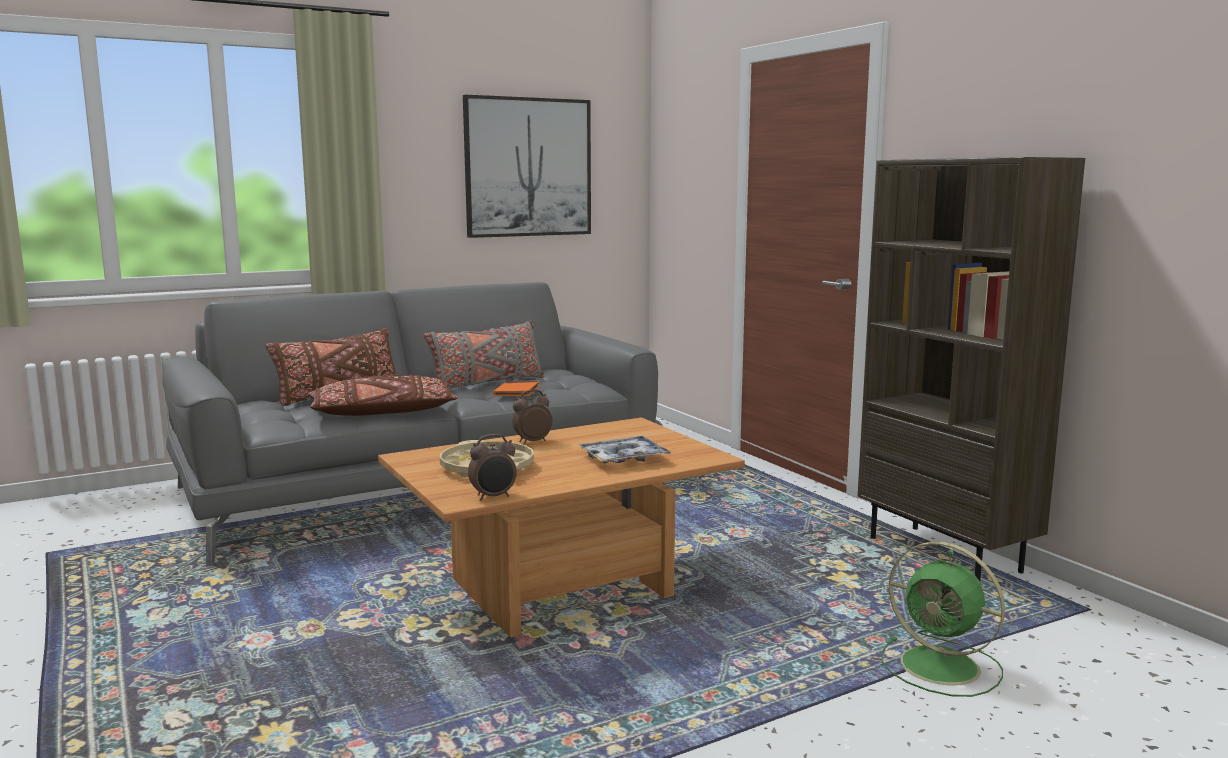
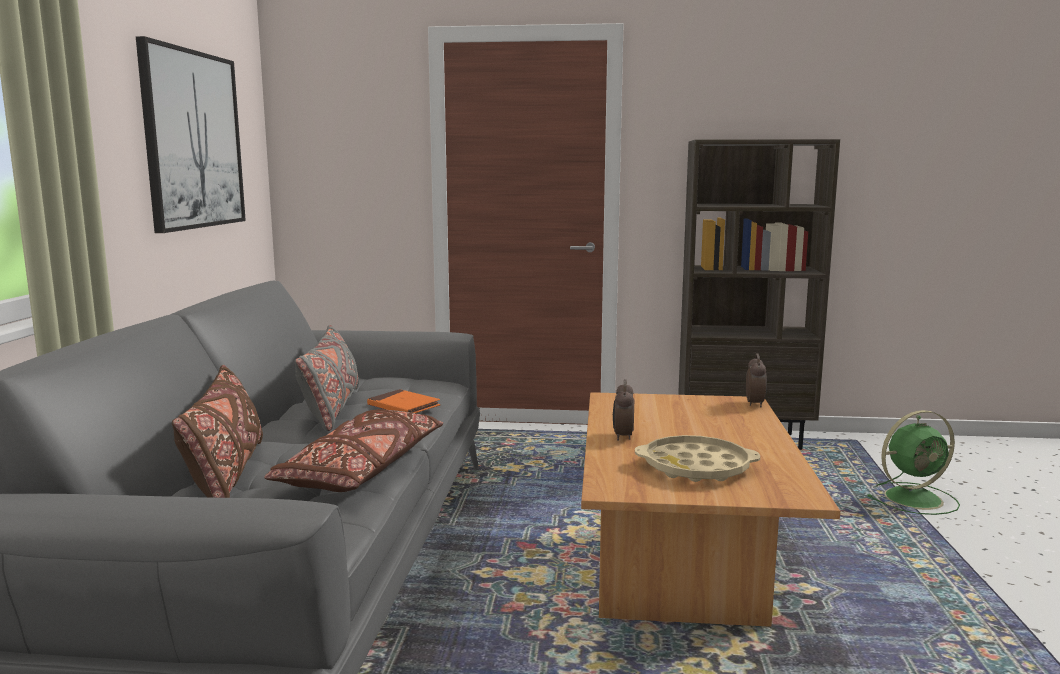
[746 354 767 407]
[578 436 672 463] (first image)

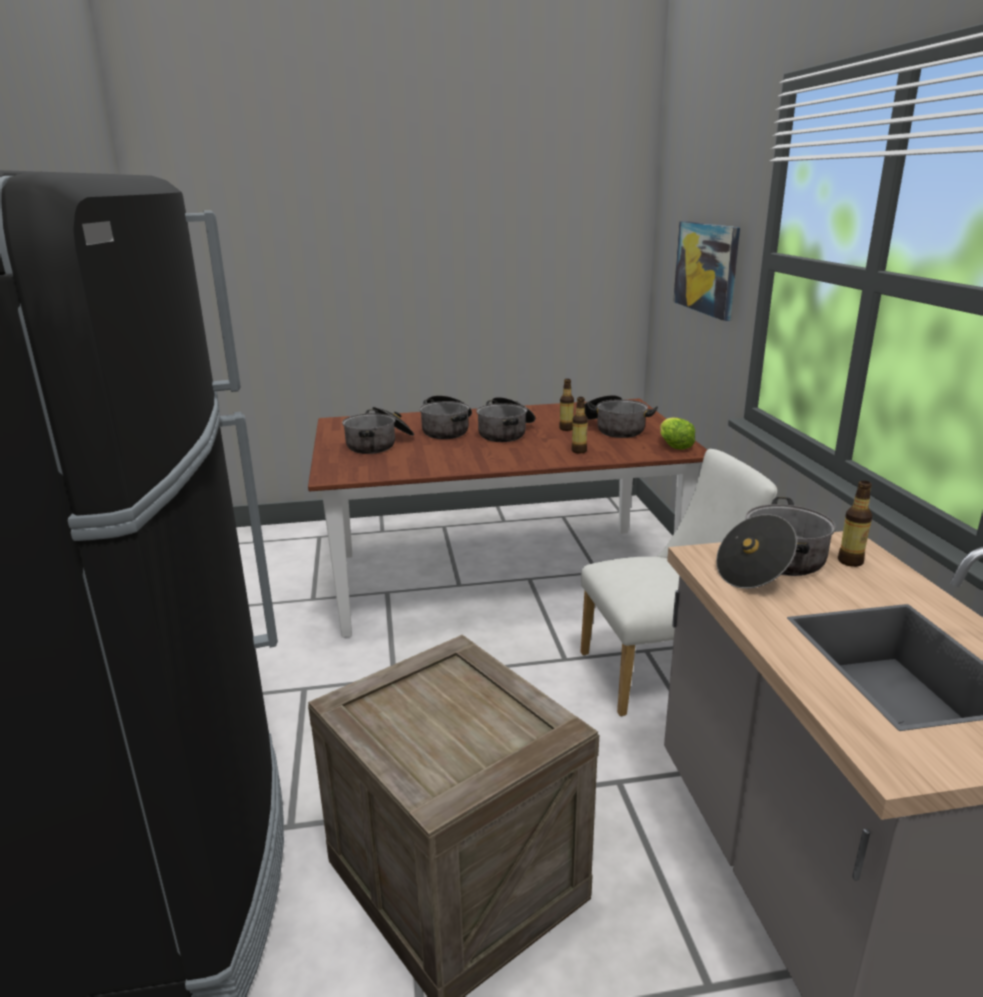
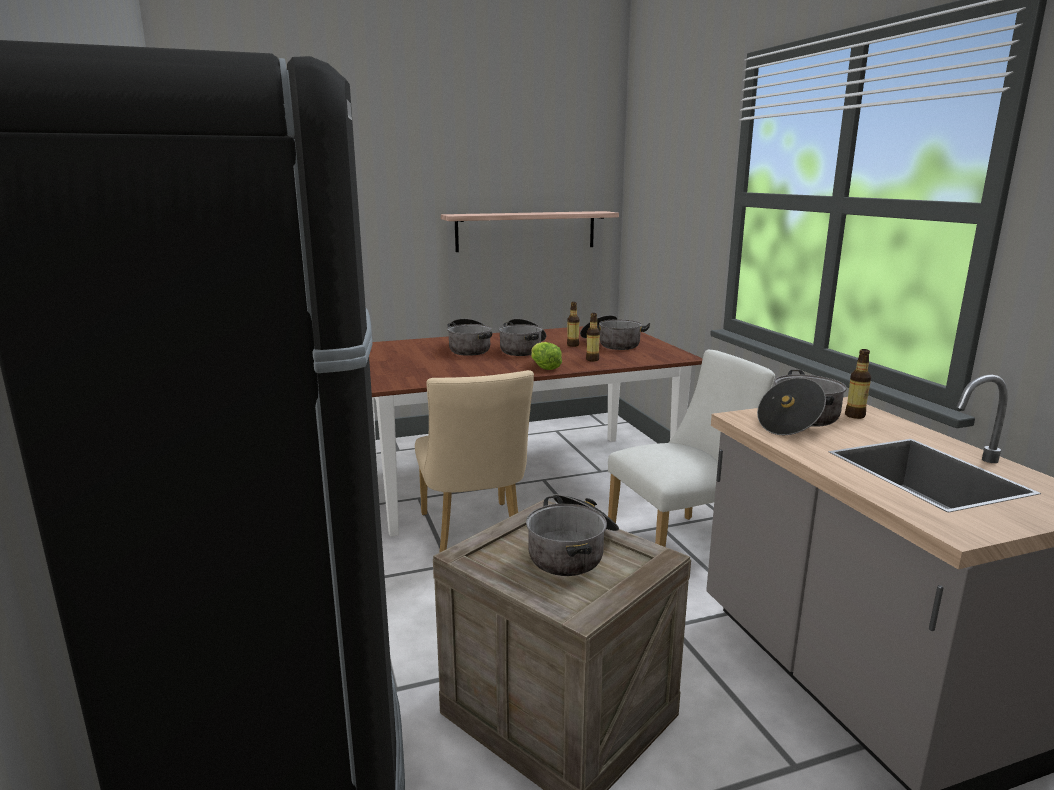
[415 370 534 553]
[441 211 619 252]
[526 494 619 576]
[531 342 562 370]
[673 221 740 321] (first image)

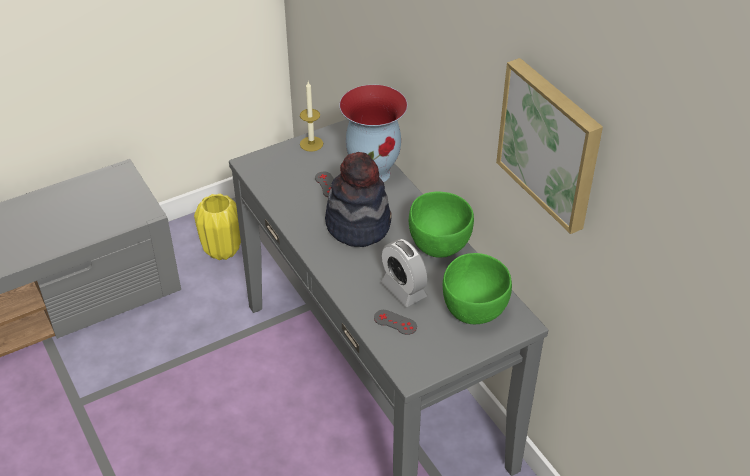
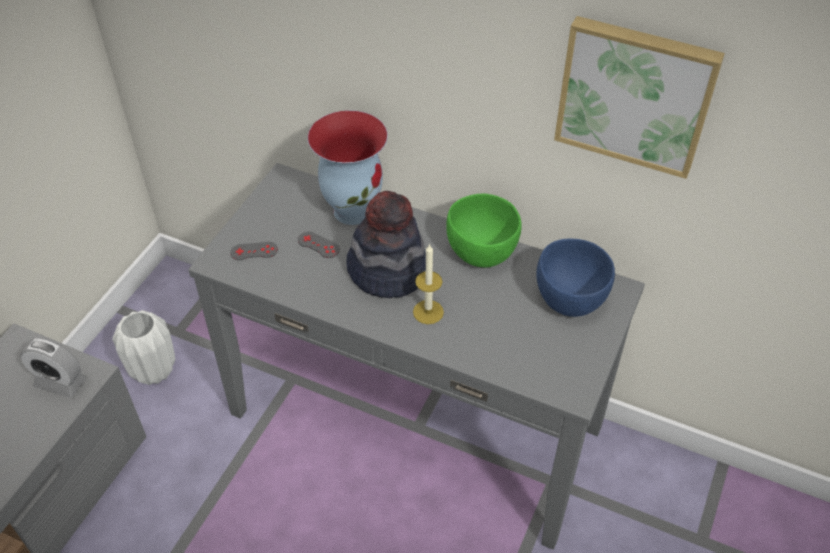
[20 338 87 398]
[112 310 175 385]
[230 242 278 260]
[413 244 444 324]
[537 238 615 317]

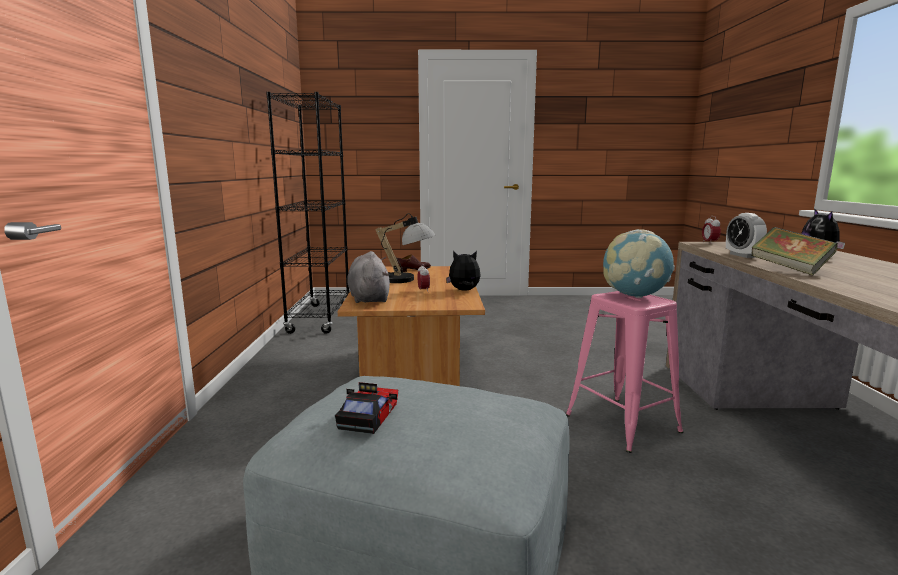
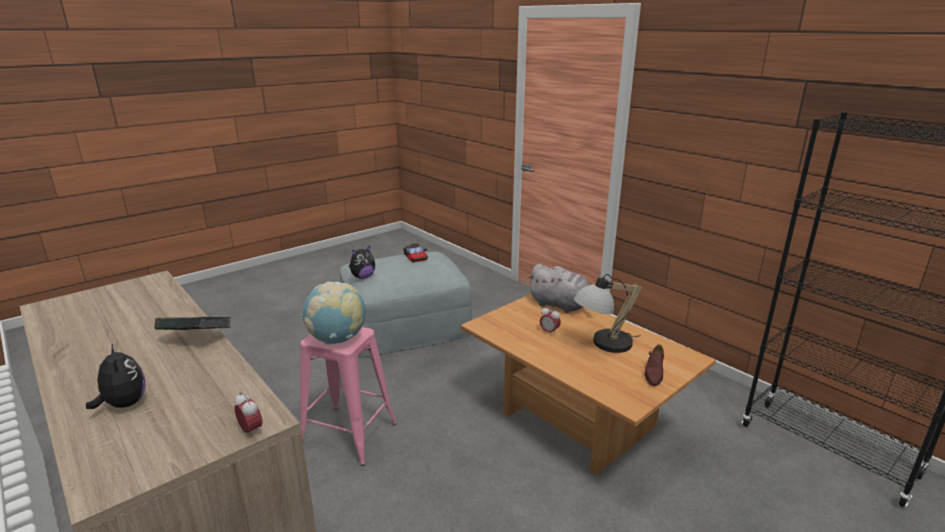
[349 246 375 279]
[726 213 767 258] (first image)

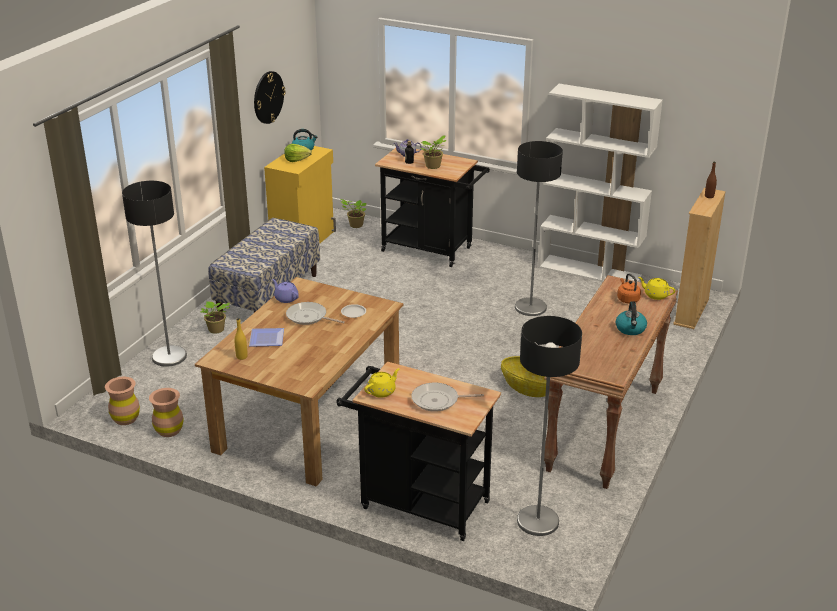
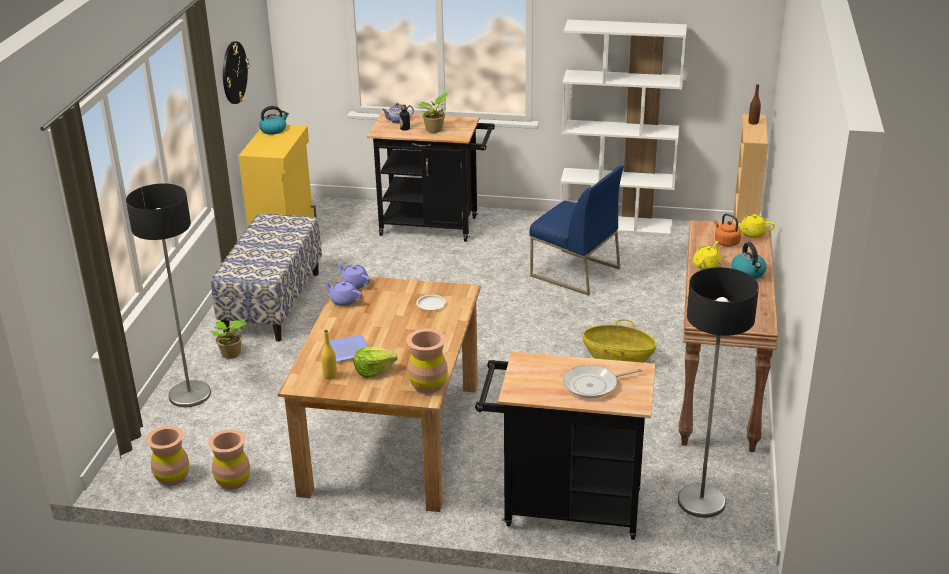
[337 263 370 289]
[354 347 397 378]
[406 329 448 393]
[530 165 624 295]
[693 241 722 270]
[286 302 345 325] (first image)
[340 199 367 228] (first image)

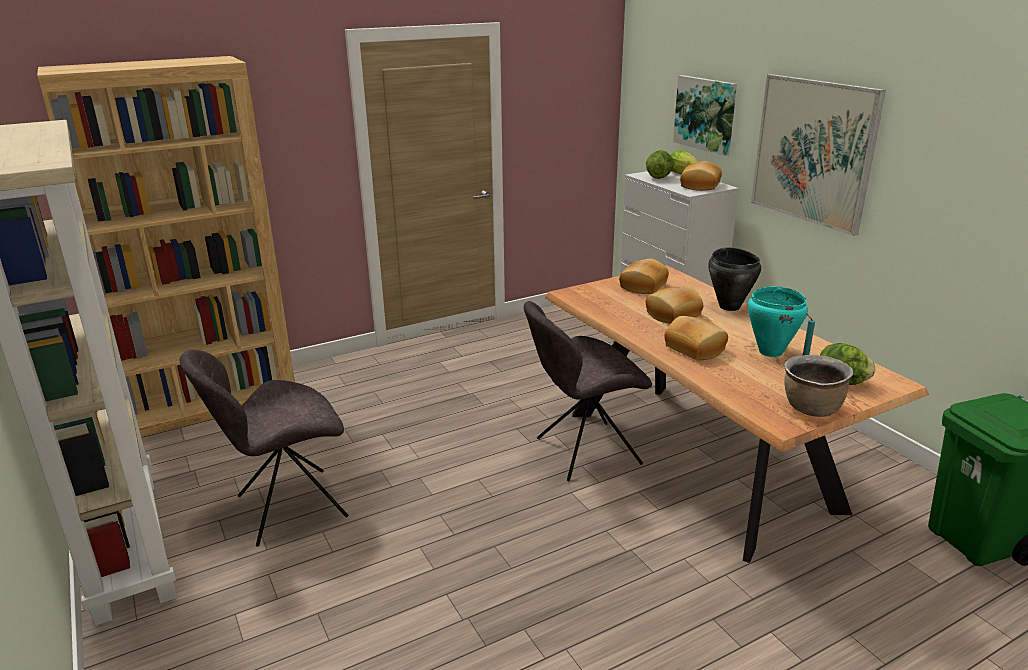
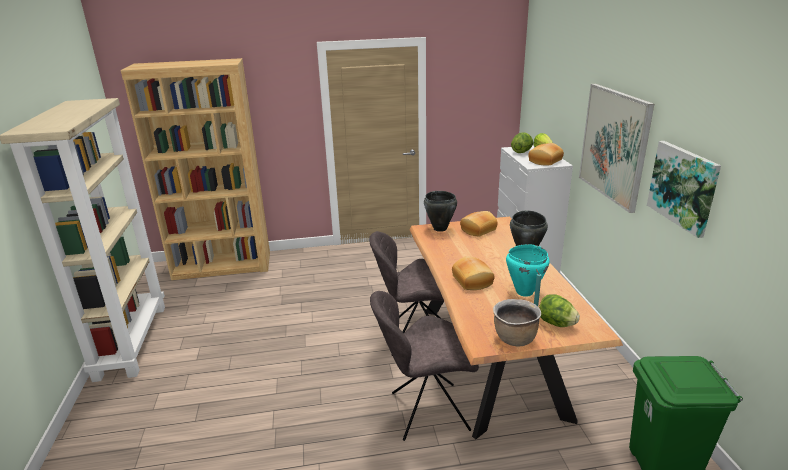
[370 291 479 441]
[424 191 457 232]
[647 141 721 238]
[646 286 703 324] (first image)

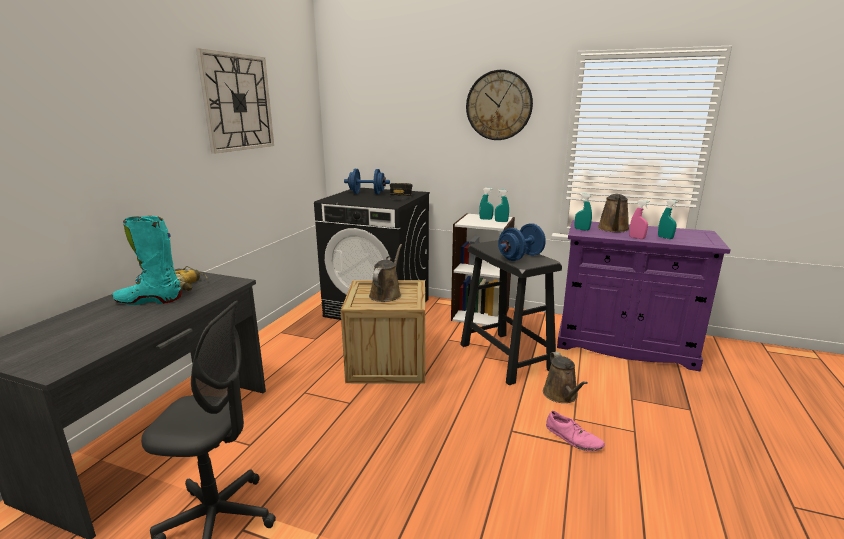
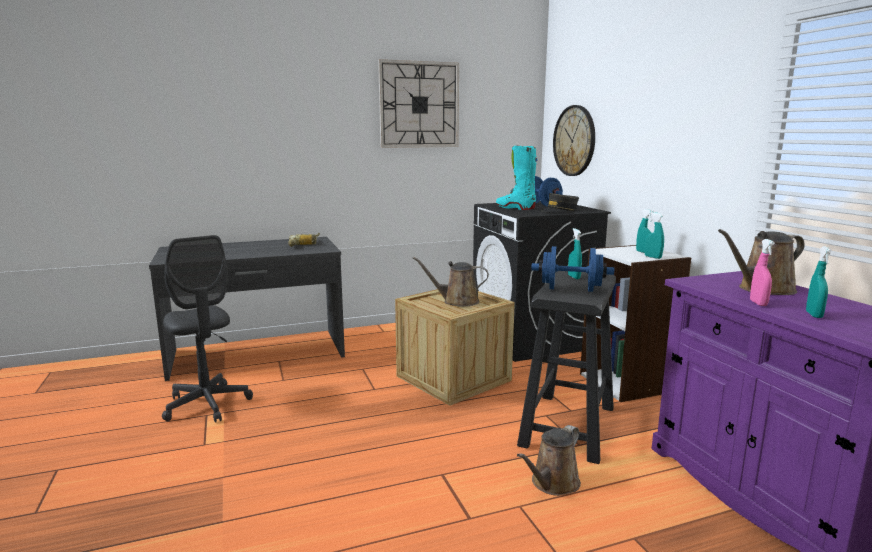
[413 257 489 307]
[496 146 538 210]
[553 105 595 176]
[568 228 582 279]
[546 411 605 451] (first image)

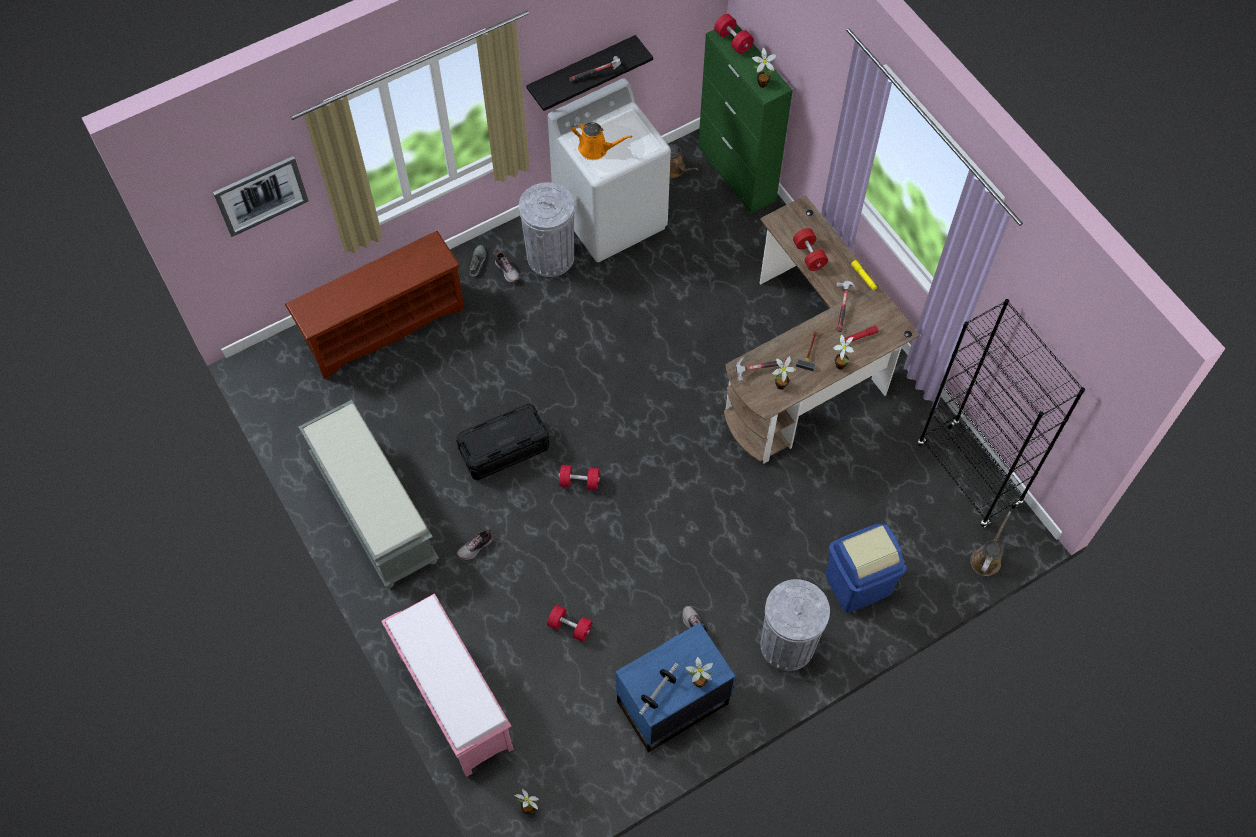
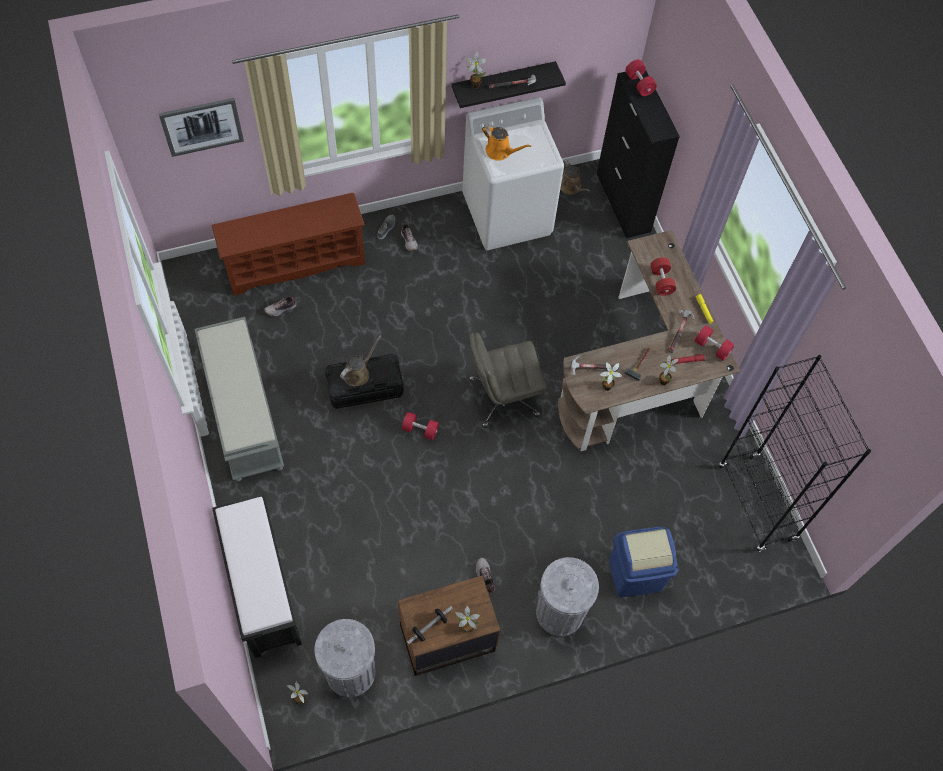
[212 495 302 658]
[264 296 297 317]
[314 619 376 697]
[340 335 381 386]
[398 575 500 676]
[466 52 487 88]
[469 332 547 428]
[597 71 680 238]
[695 325 735 360]

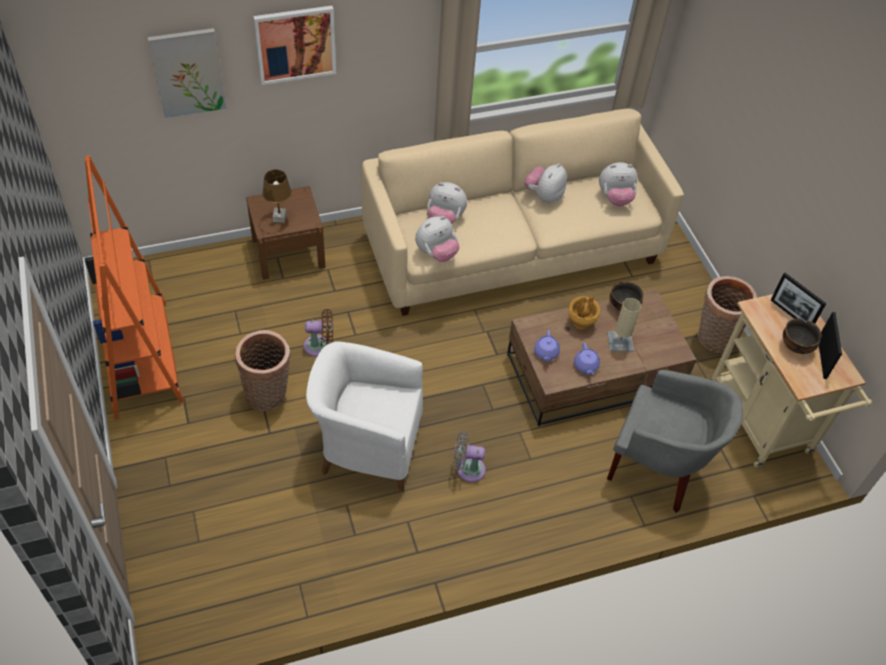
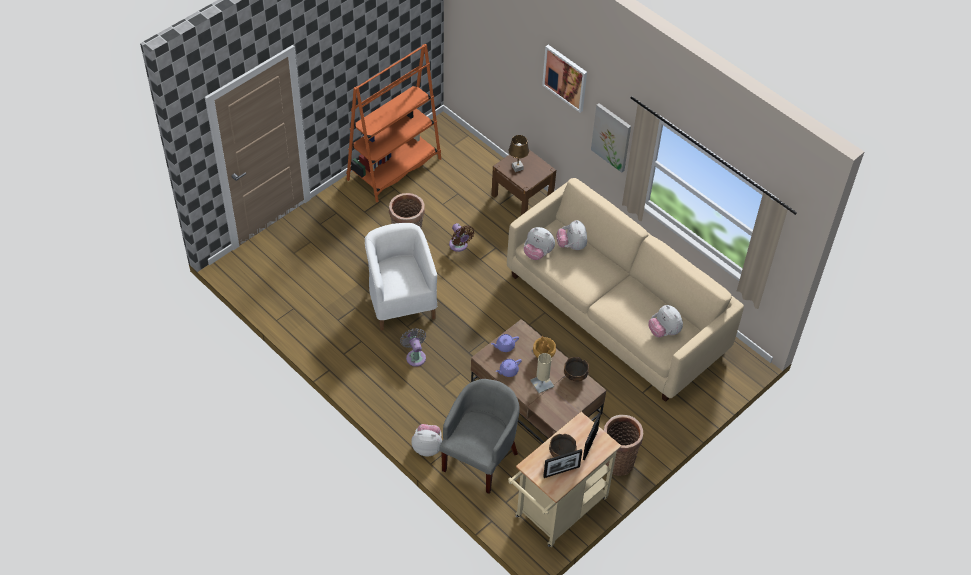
[411 424 442 456]
[440 379 520 494]
[591 103 631 173]

